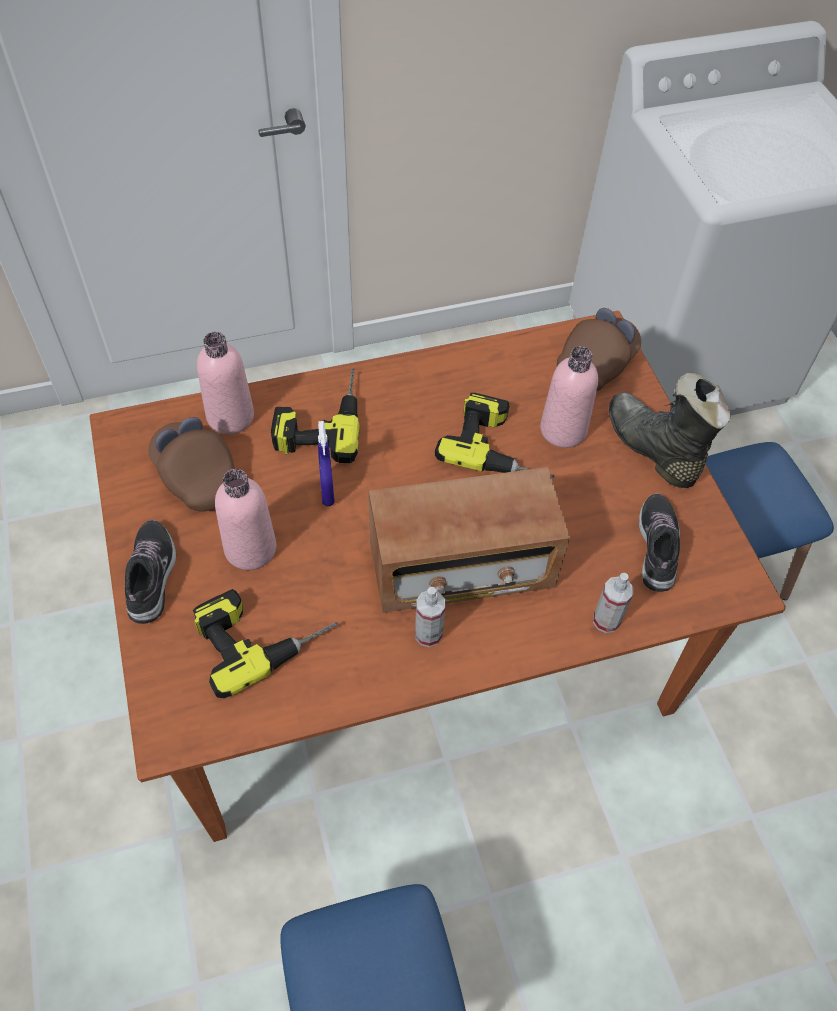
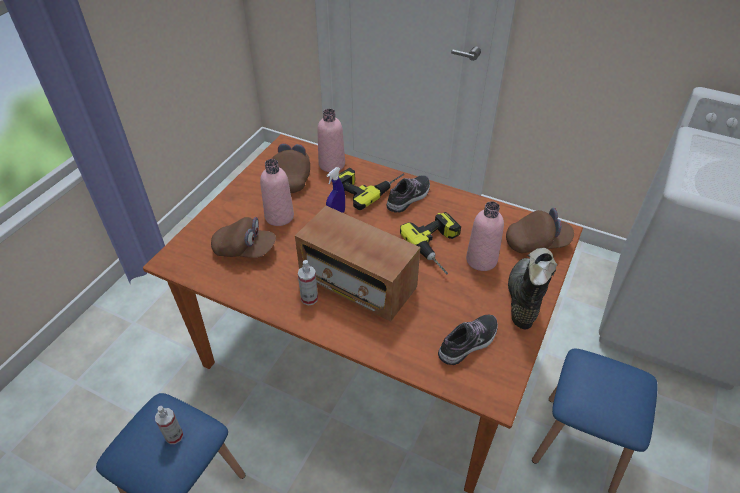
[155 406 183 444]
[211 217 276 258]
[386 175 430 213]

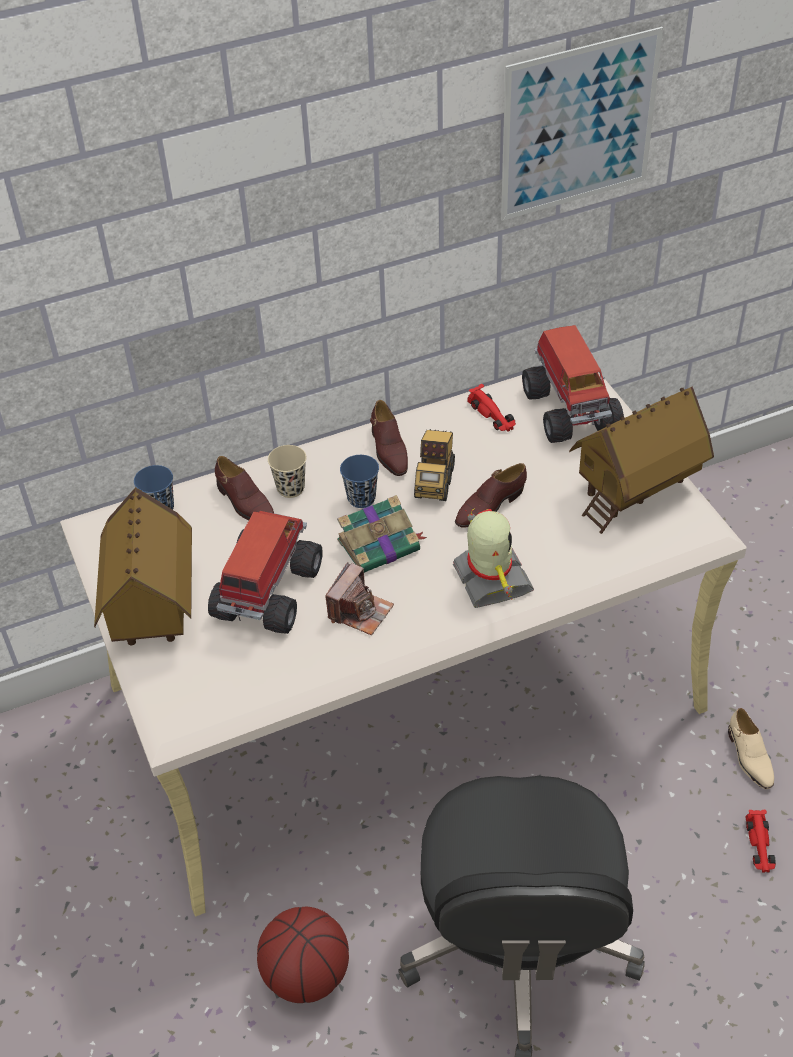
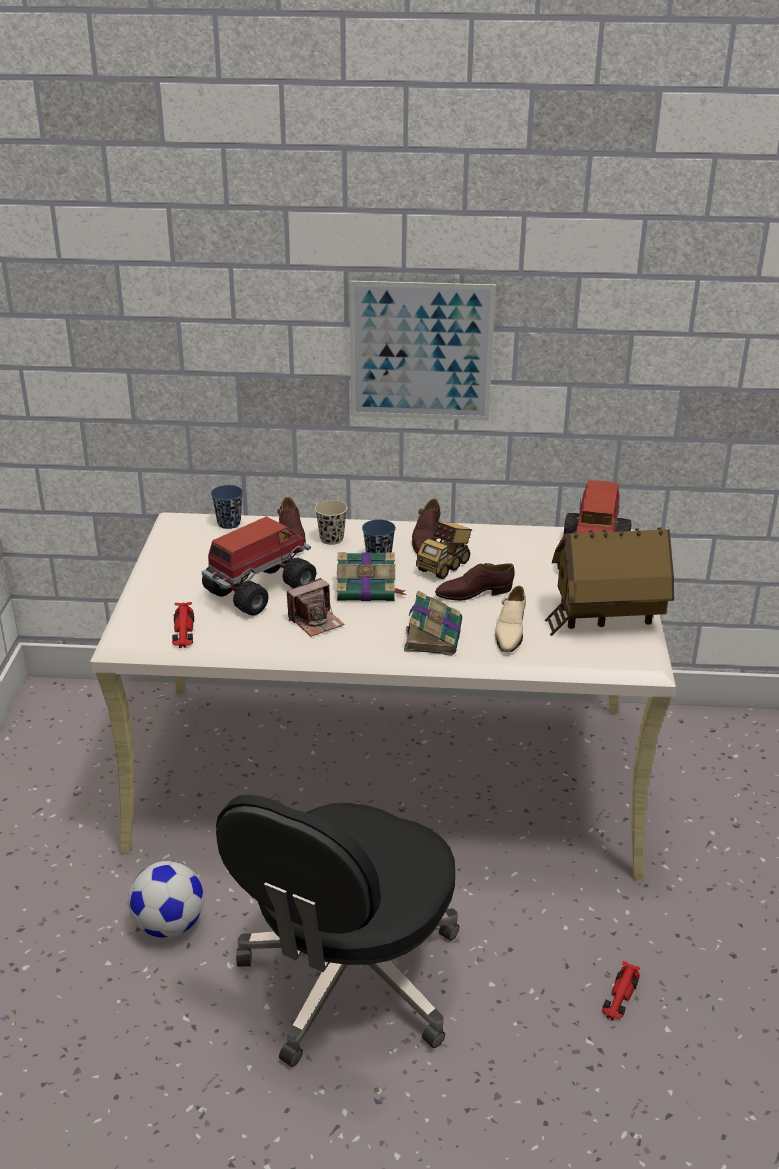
[128 861 204 938]
[172 602 194 648]
[350 281 496 421]
[404 590 462 656]
[495 586 526 653]
[94 487 192 646] (first image)

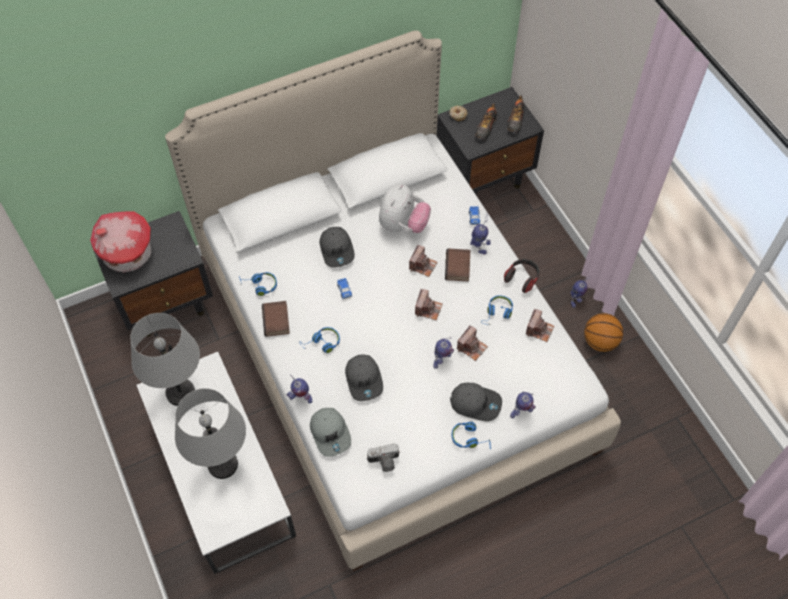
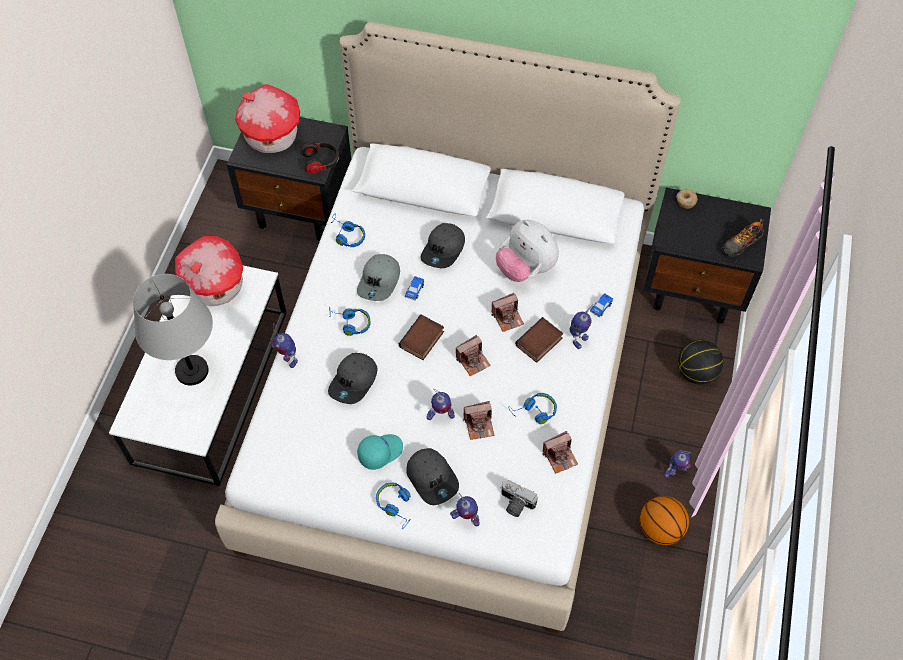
[175 236 243 306]
[300 142 339 174]
[357 254 400 301]
[357 434 403 470]
[399 314 444 360]
[496 220 559 282]
[500 480 538 517]
[678 340 724 384]
[475 103 498 141] (first image)

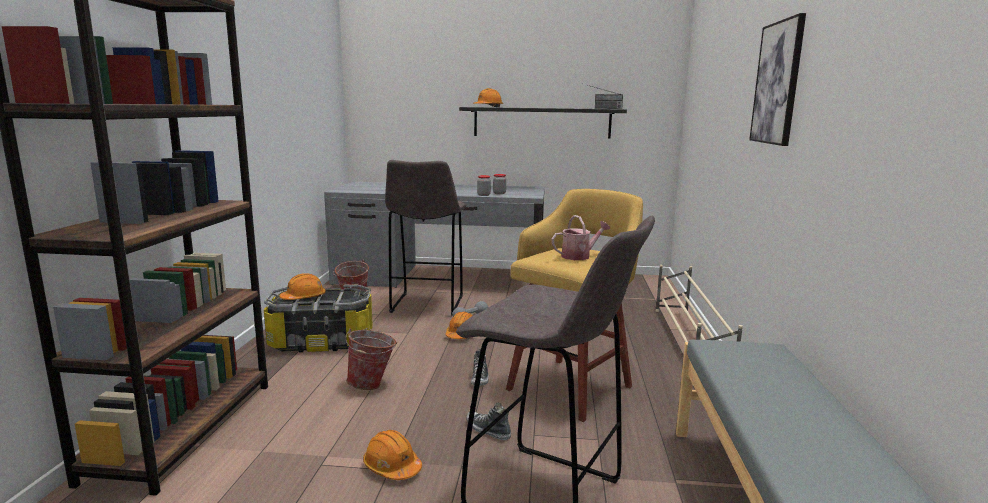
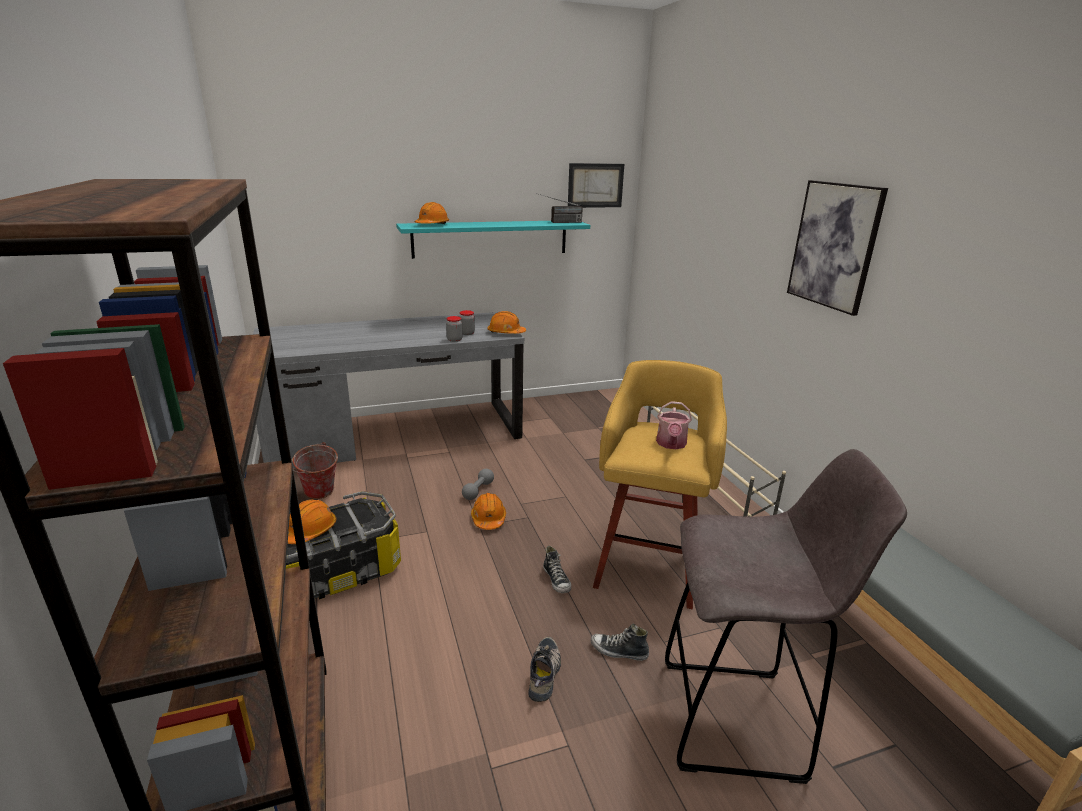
[396 221 590 259]
[488 311 526 334]
[529 637 561 702]
[568 163 624 208]
[656 401 692 449]
[345 329 397 390] (first image)
[385 160 466 316] (first image)

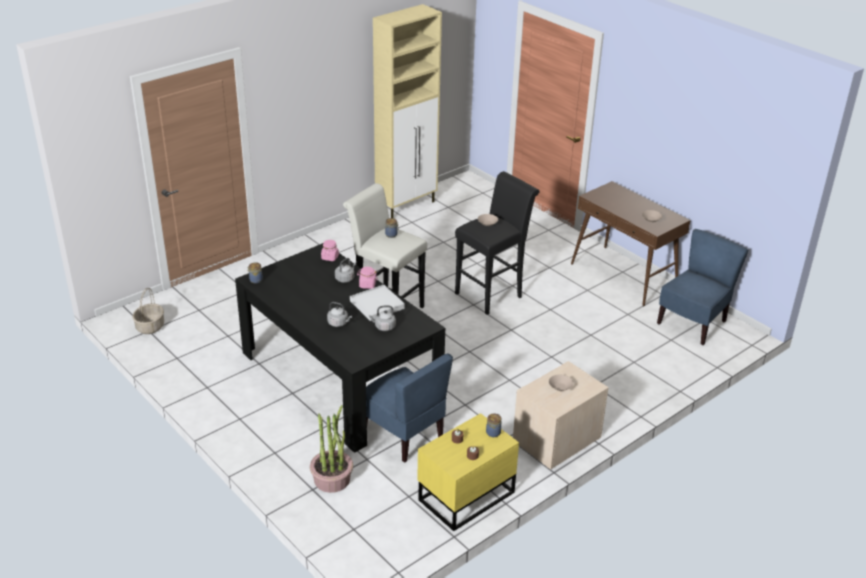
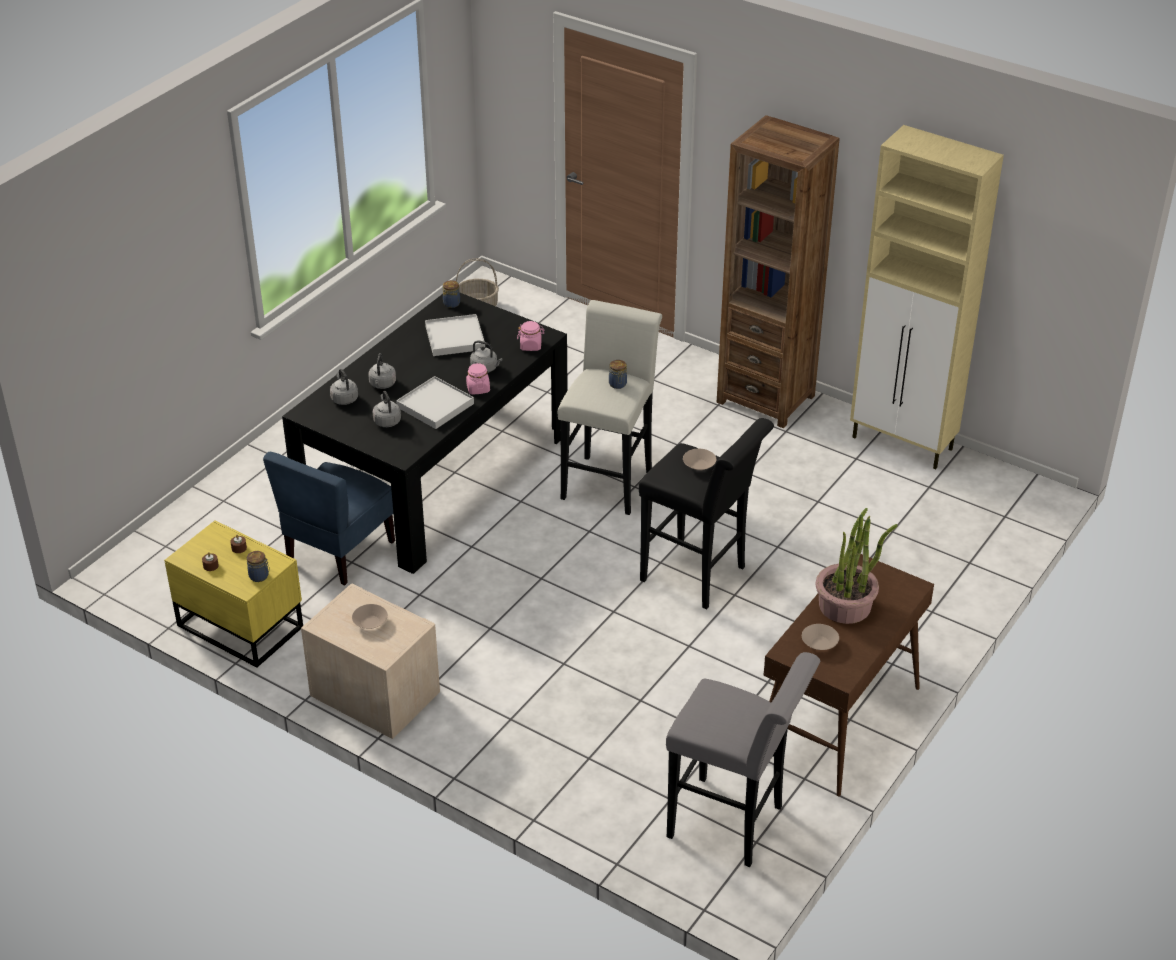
[330 369 358 405]
[425 314 485 356]
[666 652 820 867]
[717 115 840 428]
[816 508 898 624]

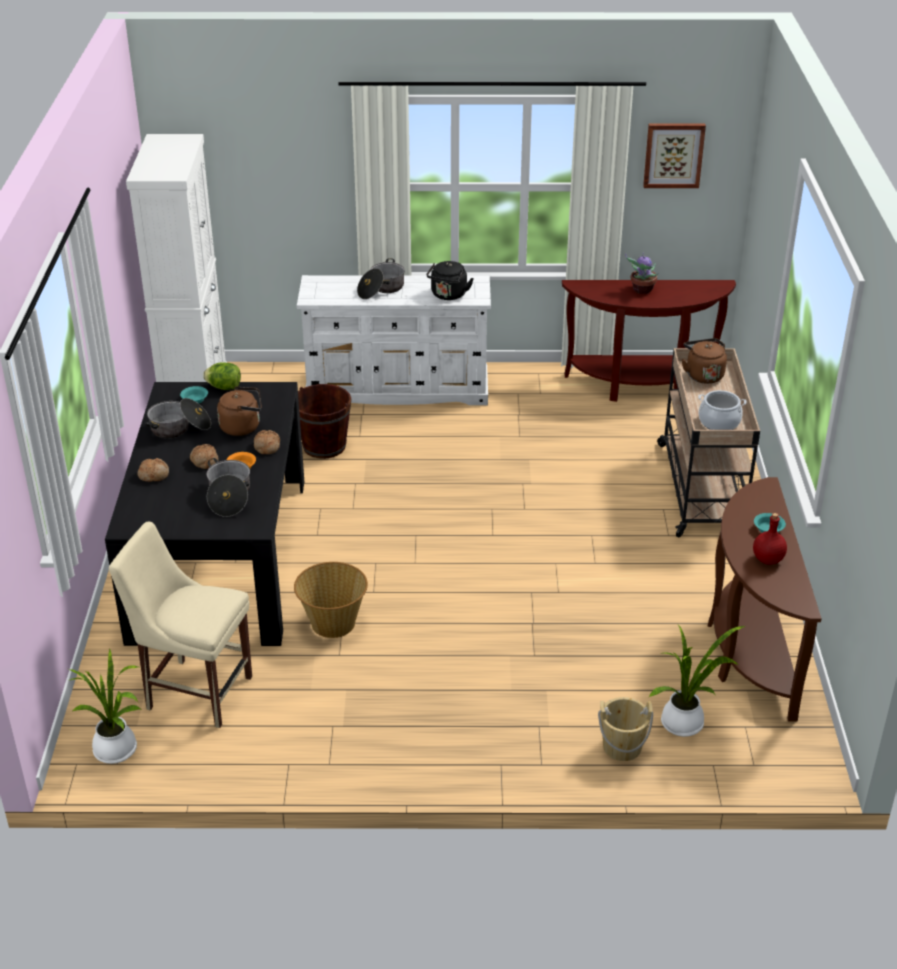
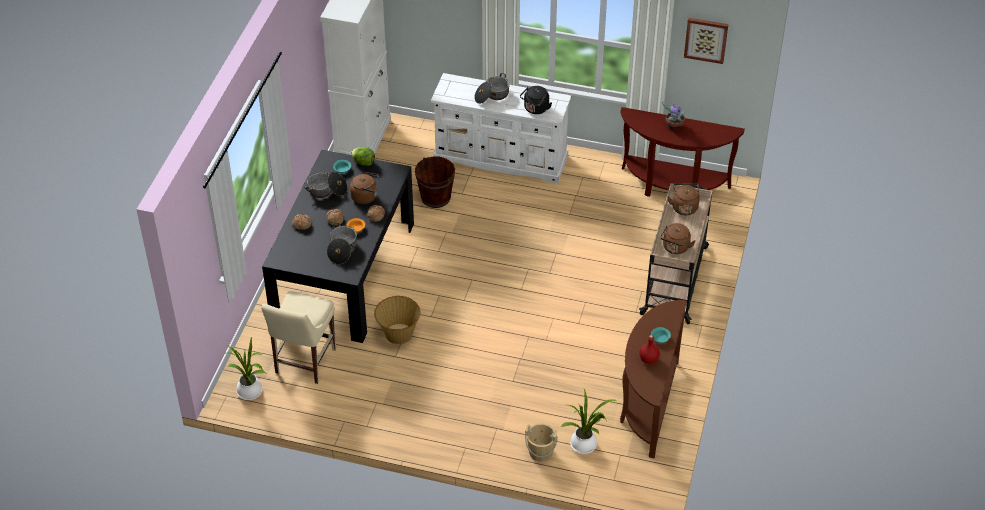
[261 291 336 384]
[660 223 696 254]

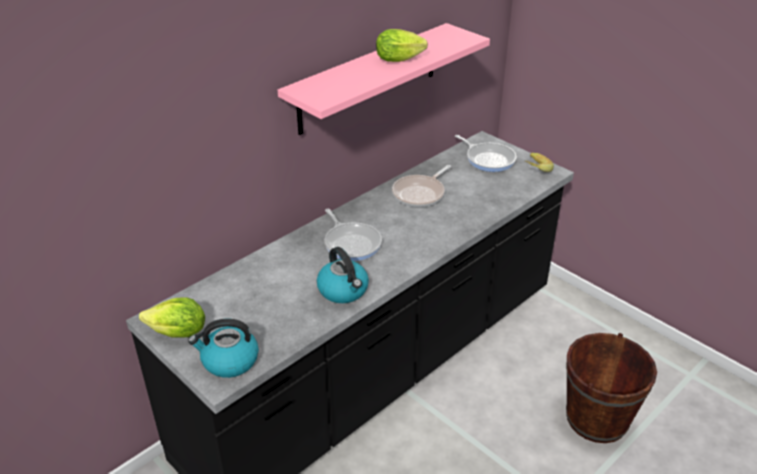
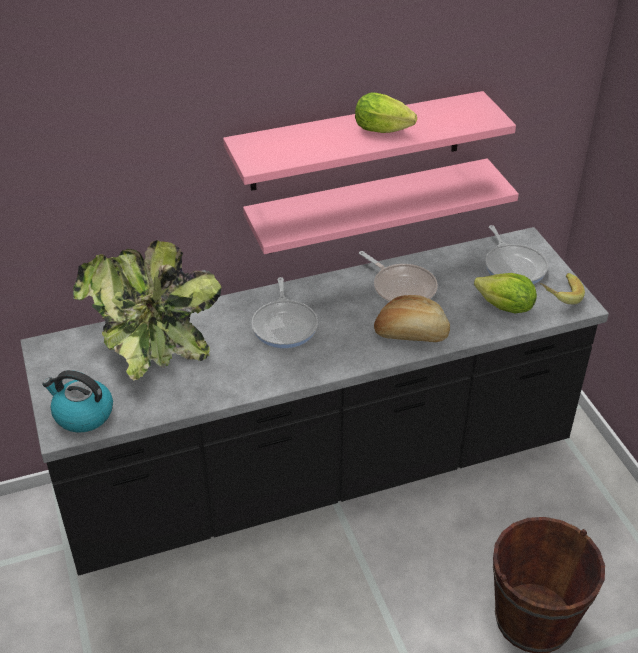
[73 240 222 380]
[243 158 519 254]
[359 251 438 303]
[374 295 450 342]
[474 273 537 314]
[317 247 369 303] (first image)

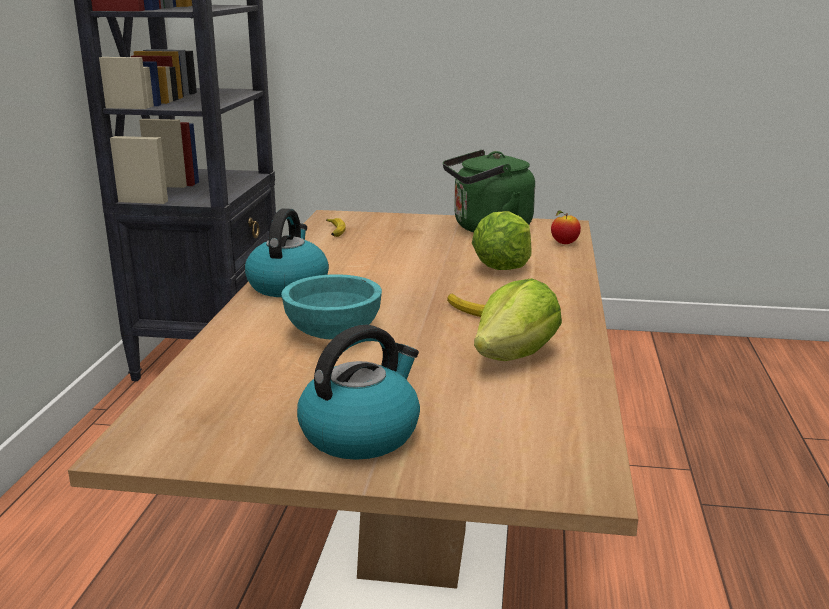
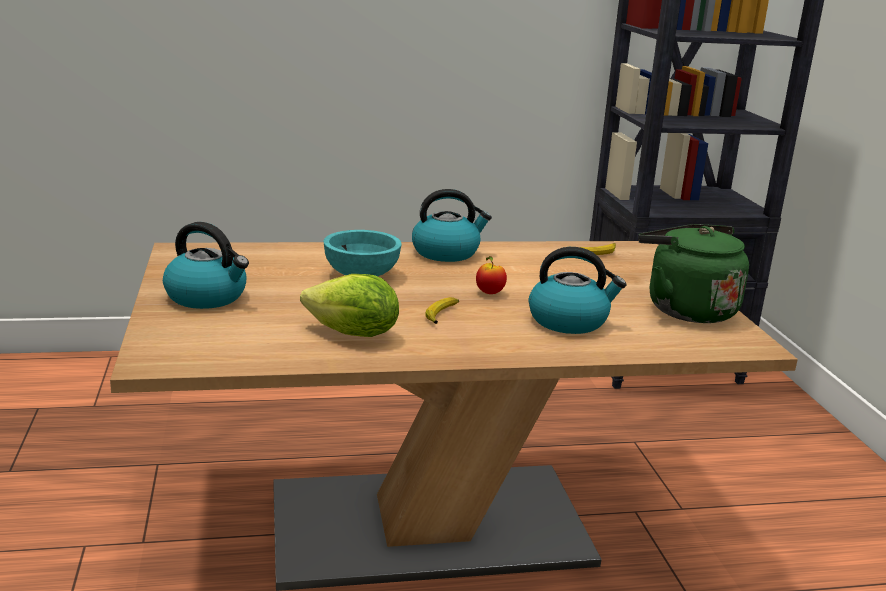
[476 256 507 294]
[529 247 627 334]

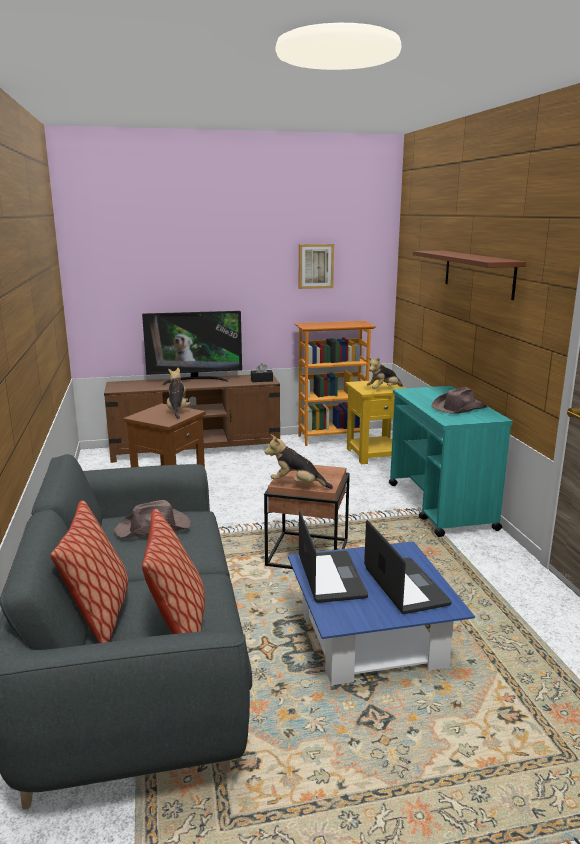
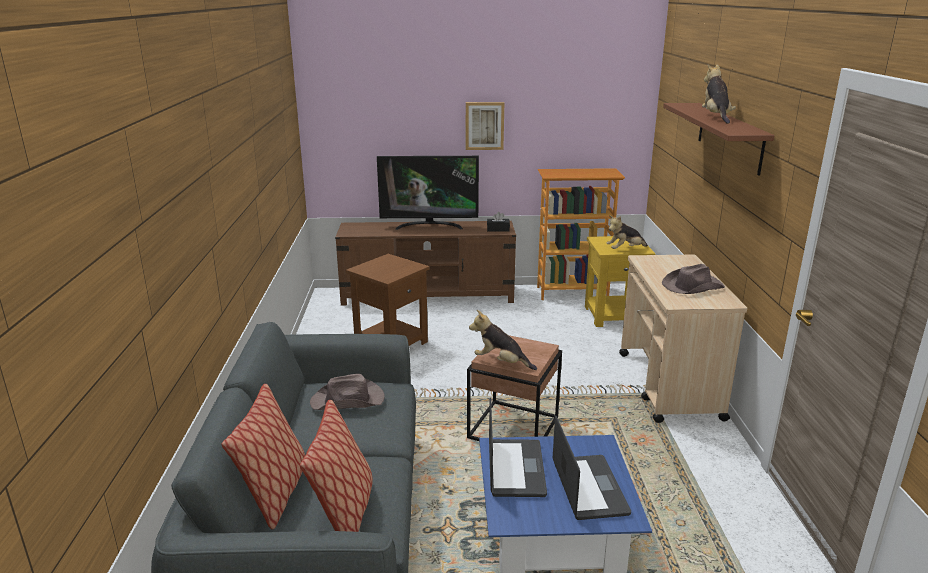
[466 102 504 150]
[619 255 747 423]
[702 64 736 124]

